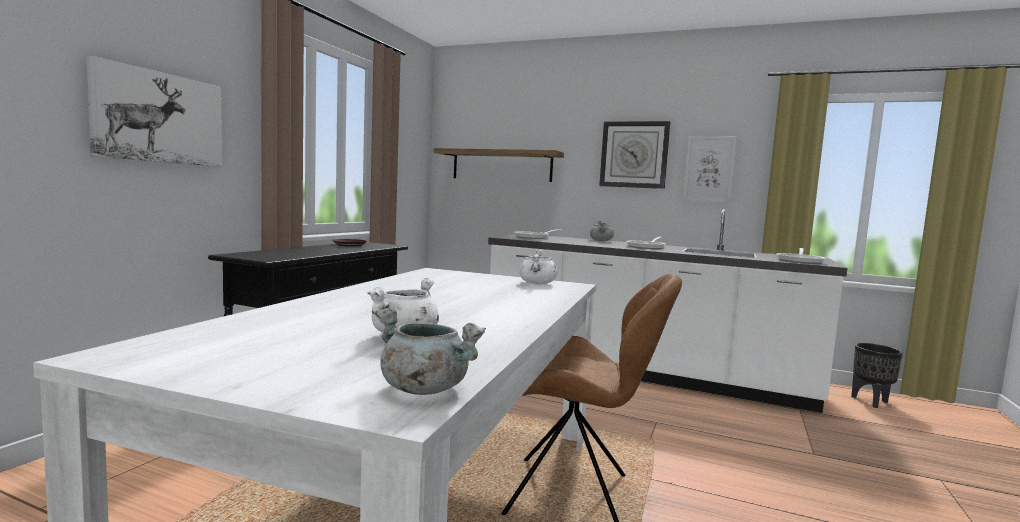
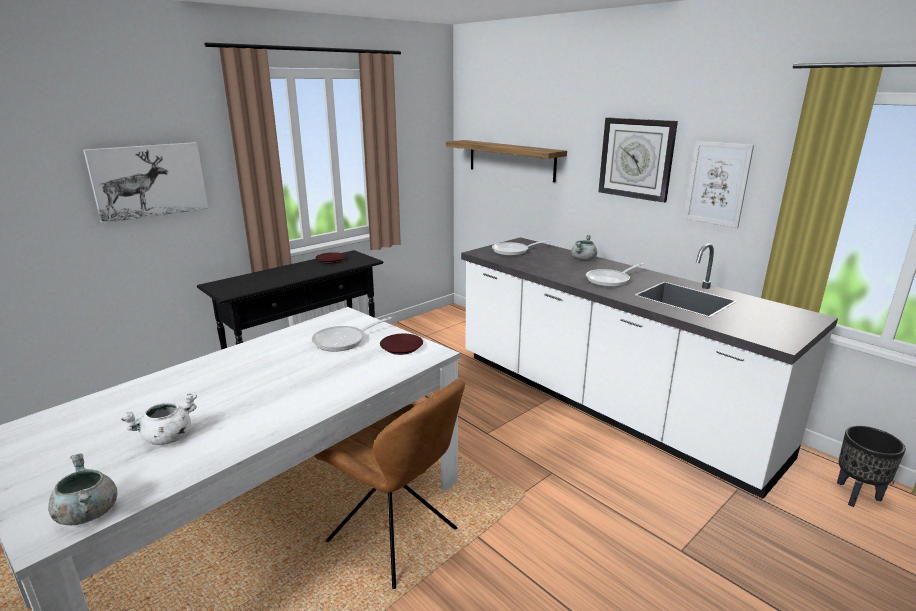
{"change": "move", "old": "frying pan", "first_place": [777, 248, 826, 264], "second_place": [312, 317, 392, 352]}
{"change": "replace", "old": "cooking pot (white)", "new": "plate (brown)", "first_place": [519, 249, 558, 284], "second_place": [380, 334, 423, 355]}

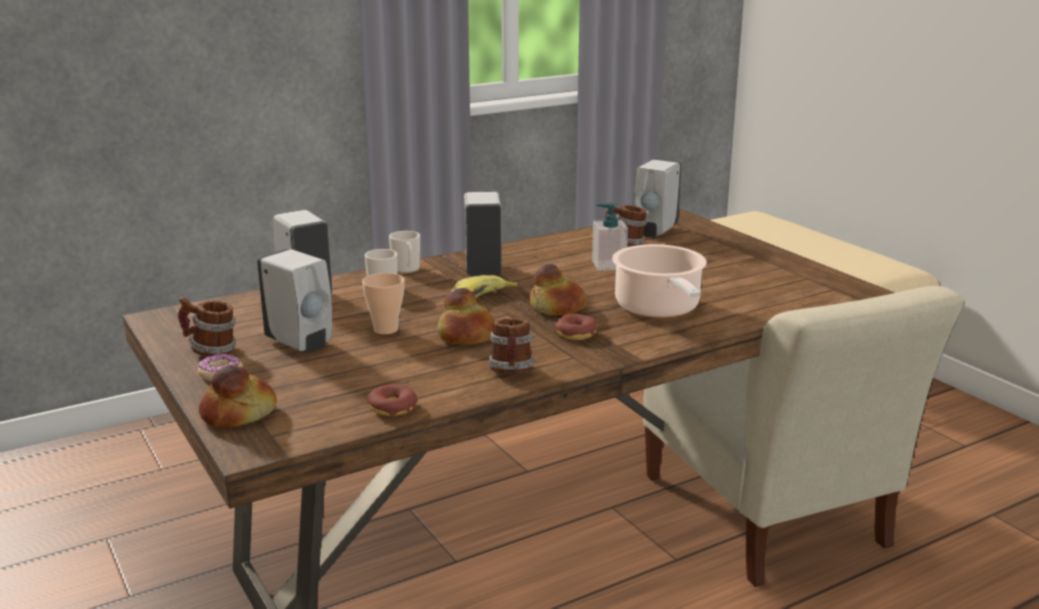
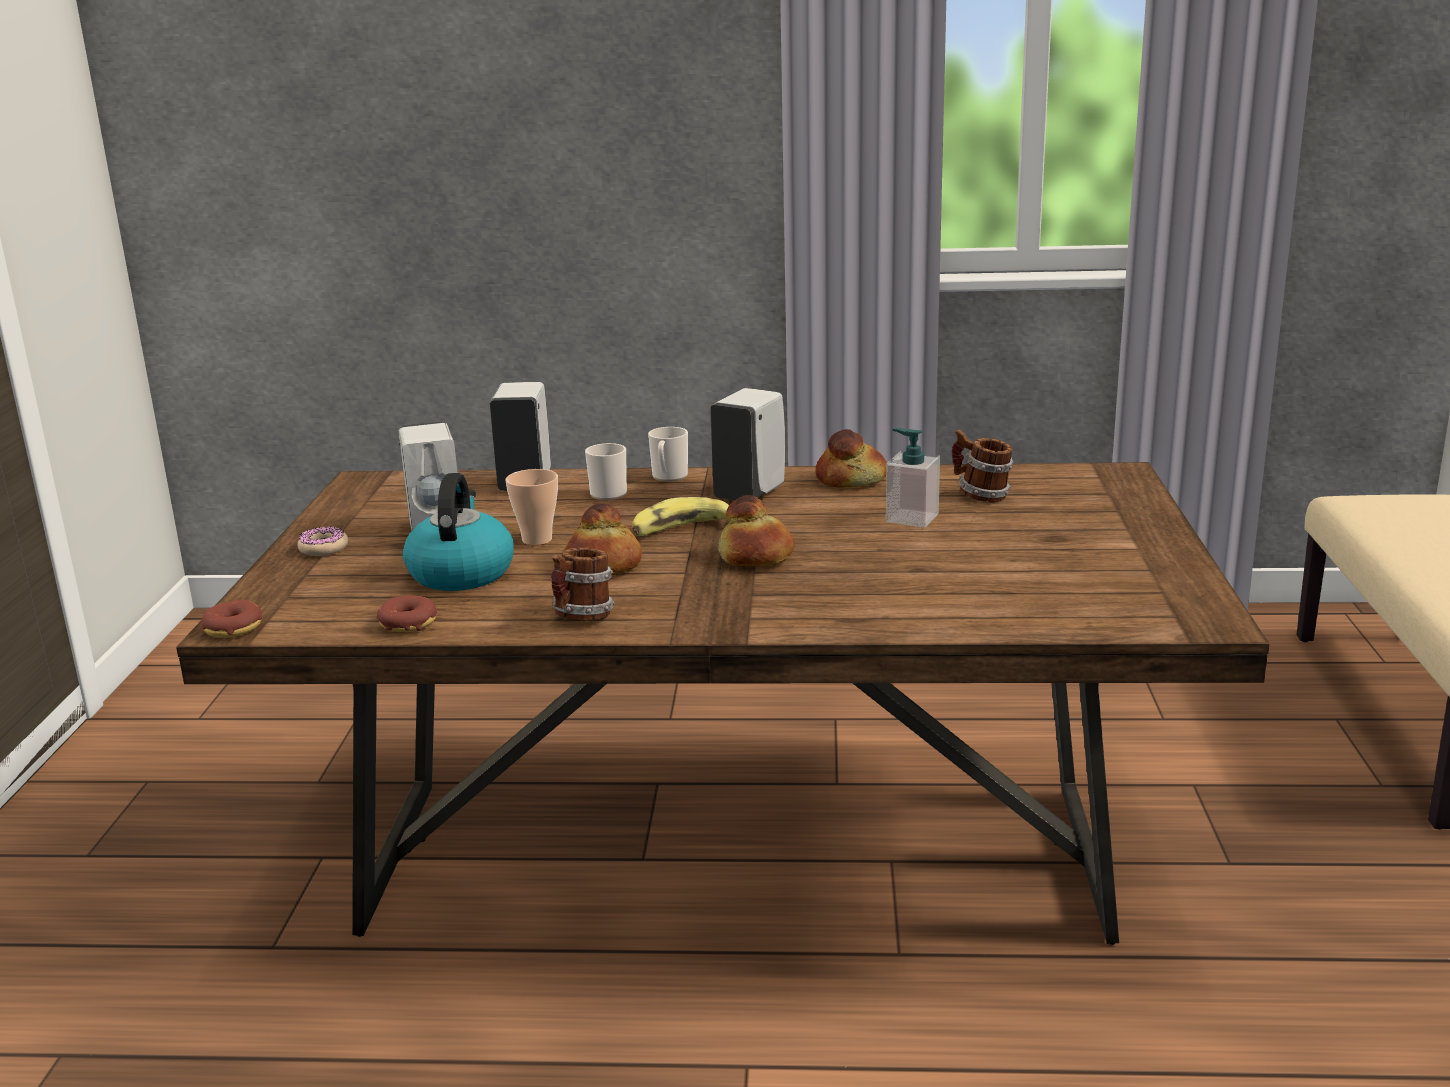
{"change": "delete", "old": "soap dispenser (white)", "first_place": [633, 159, 682, 238]}
{"change": "delete", "old": "cooking pot", "first_place": [612, 244, 707, 318]}
{"change": "delete", "old": "chair (beige)", "first_place": [643, 286, 963, 587]}
{"change": "delete", "old": "mug", "first_place": [178, 297, 236, 357]}
{"change": "move", "old": "donut", "first_place": [555, 314, 597, 340], "second_place": [201, 600, 262, 638]}
{"change": "move", "old": "bread", "first_place": [199, 365, 277, 428], "second_place": [815, 429, 887, 488]}
{"change": "insert", "new": "kettle", "second_place": [403, 473, 514, 591]}

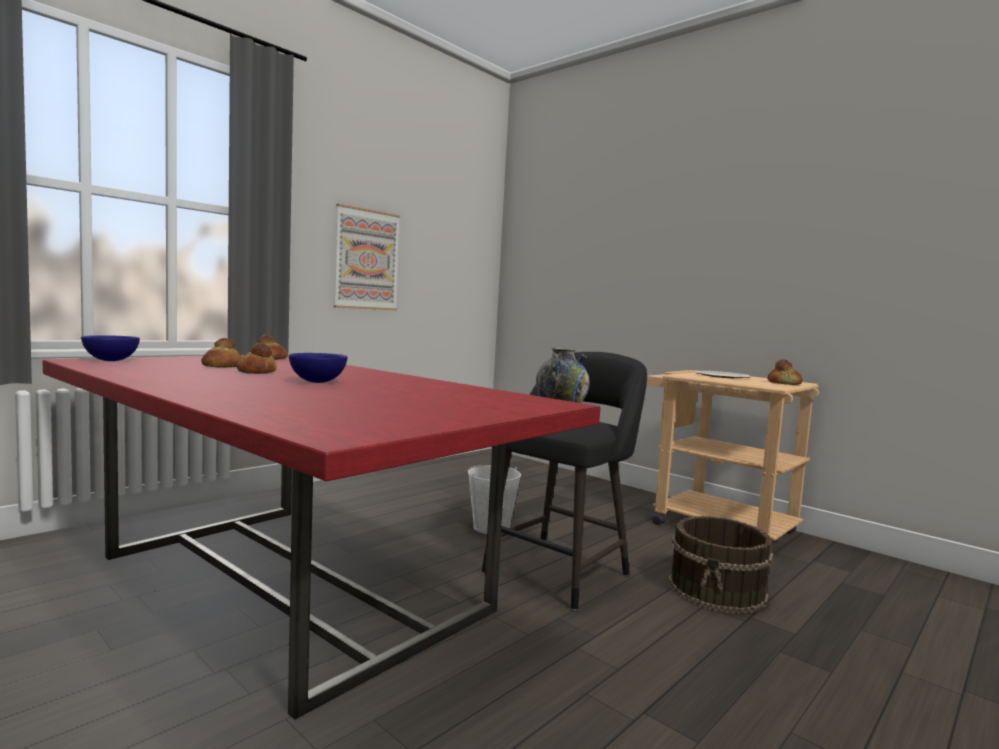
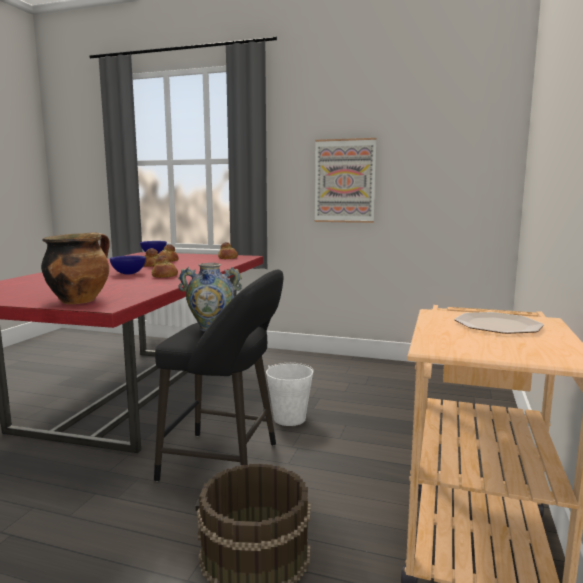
{"change": "move", "old": "bread", "first_place": [767, 360, 803, 385], "second_place": [152, 256, 178, 278]}
{"change": "insert", "new": "cooking pot", "second_place": [41, 232, 110, 304]}

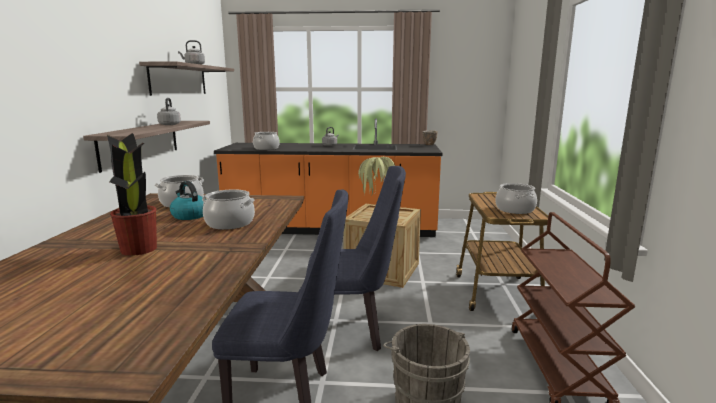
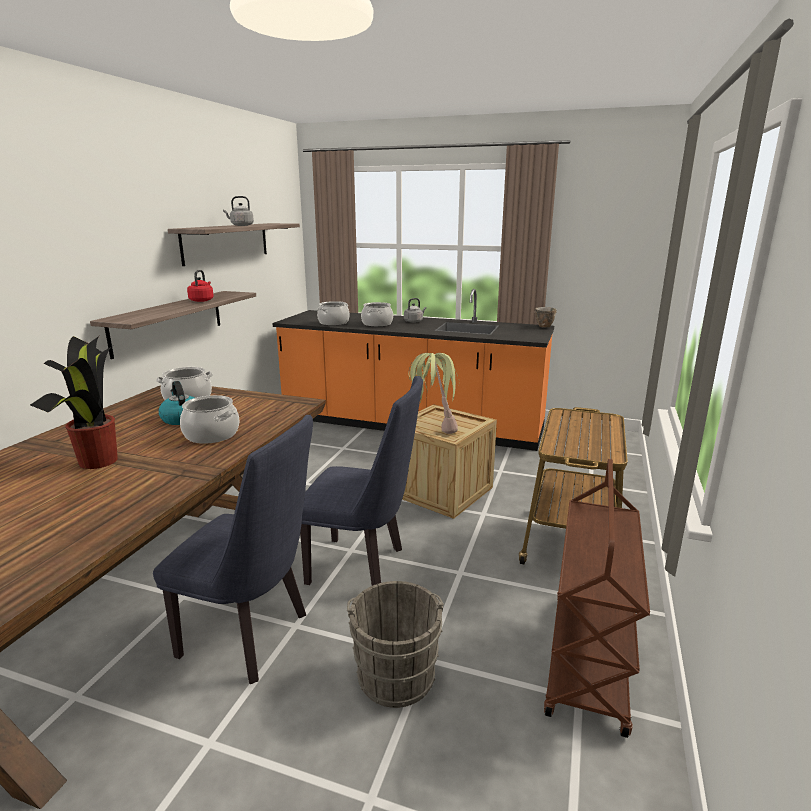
{"change": "recolor", "old": "kettle (grey)", "new": "kettle (red)", "first_place": [157, 98, 181, 125], "second_place": [187, 270, 214, 302]}
{"change": "move", "old": "cooking pot", "first_place": [495, 183, 537, 214], "second_place": [361, 302, 393, 327]}

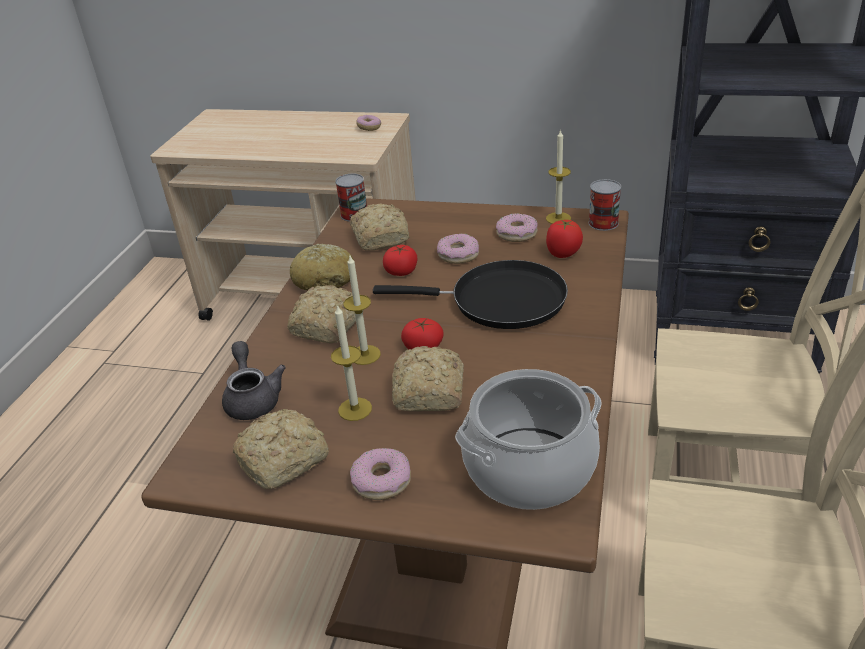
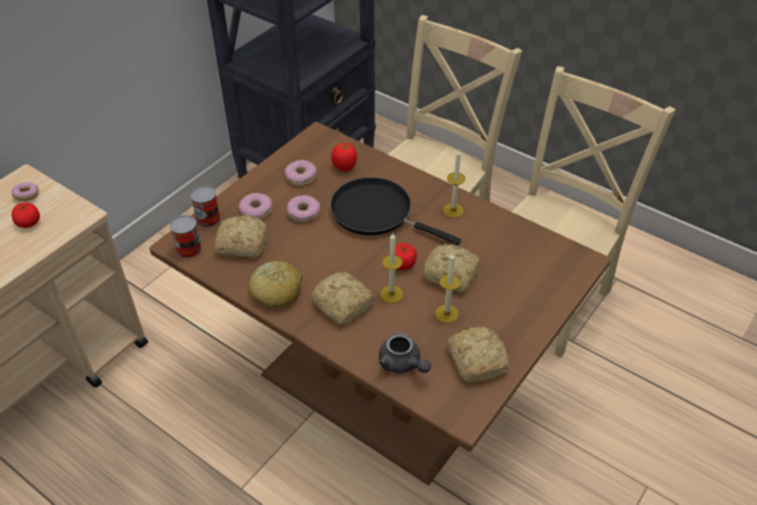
{"change": "move", "old": "candle", "first_place": [546, 129, 571, 224], "second_place": [443, 150, 466, 218]}
{"change": "move", "old": "can", "first_place": [589, 179, 621, 231], "second_place": [191, 186, 221, 228]}
{"change": "move", "old": "tomato", "first_place": [383, 245, 417, 276], "second_place": [12, 203, 40, 228]}
{"change": "rotate", "old": "frying pan (black)", "first_place": [373, 260, 568, 329], "second_place": [330, 177, 461, 245], "degrees": -90}
{"change": "rotate", "old": "teapot (grey)", "first_place": [222, 341, 286, 420], "second_place": [379, 333, 431, 373], "degrees": -135}
{"change": "delete", "old": "cooking pot", "first_place": [455, 369, 601, 510]}
{"change": "move", "old": "donut", "first_place": [350, 448, 411, 500], "second_place": [239, 193, 273, 220]}

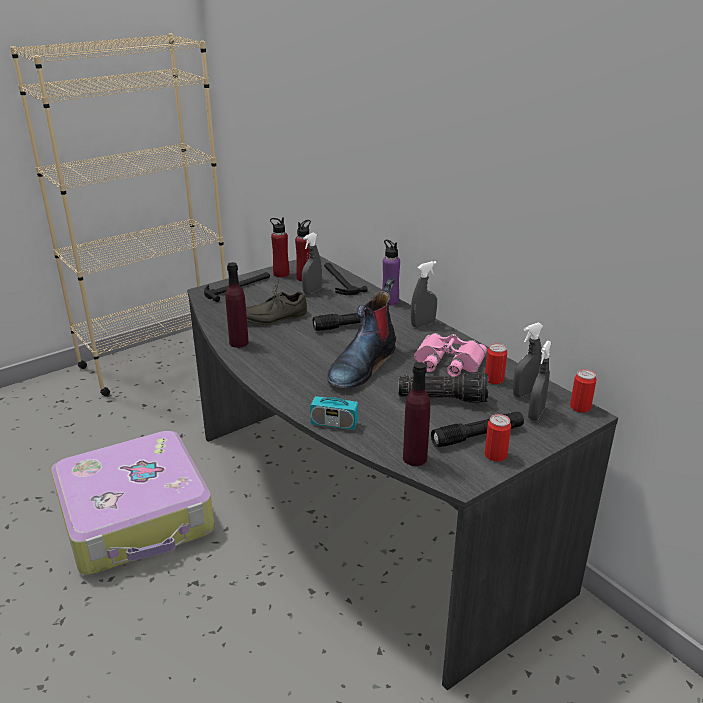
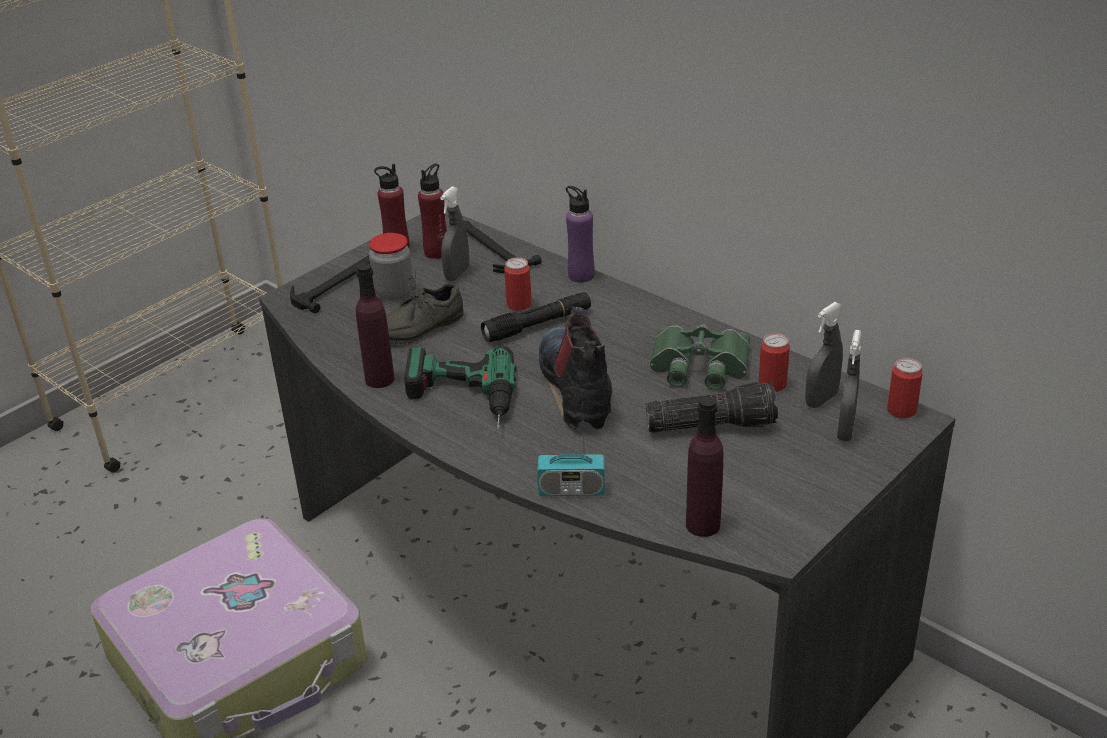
{"change": "delete", "old": "spray bottle (grey)", "first_place": [411, 261, 437, 328]}
{"change": "rotate", "old": "boot", "first_place": [327, 277, 396, 388], "second_place": [539, 307, 612, 430], "degrees": 150}
{"change": "recolor", "old": "binoculars (pink)", "new": "binoculars (green)", "first_place": [414, 333, 487, 377], "second_place": [650, 324, 750, 390]}
{"change": "delete", "old": "flashlight (black)", "first_place": [431, 412, 524, 447]}
{"change": "move", "old": "can", "first_place": [485, 414, 511, 462], "second_place": [504, 257, 532, 311]}
{"change": "insert", "new": "jar", "second_place": [369, 233, 414, 300]}
{"change": "insert", "new": "power drill", "second_place": [404, 346, 517, 430]}

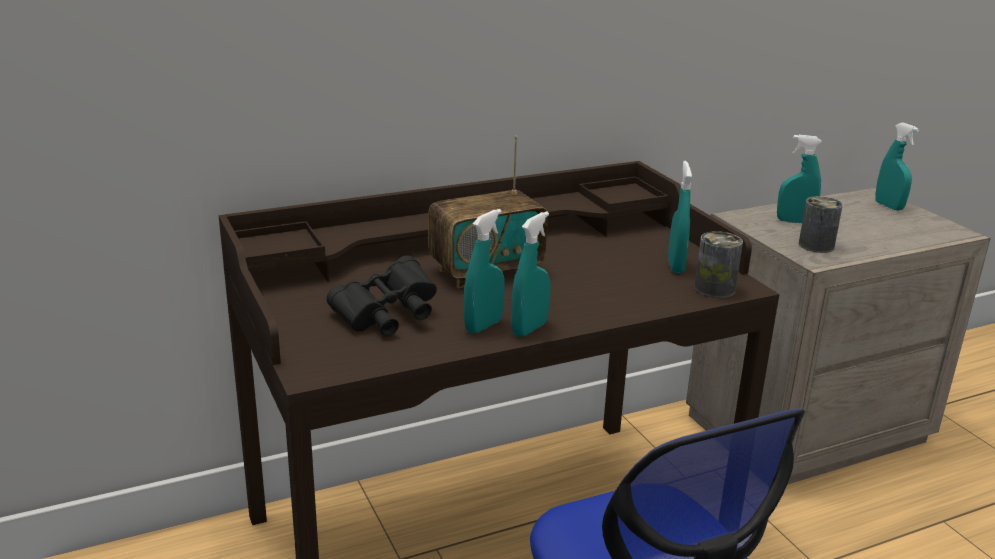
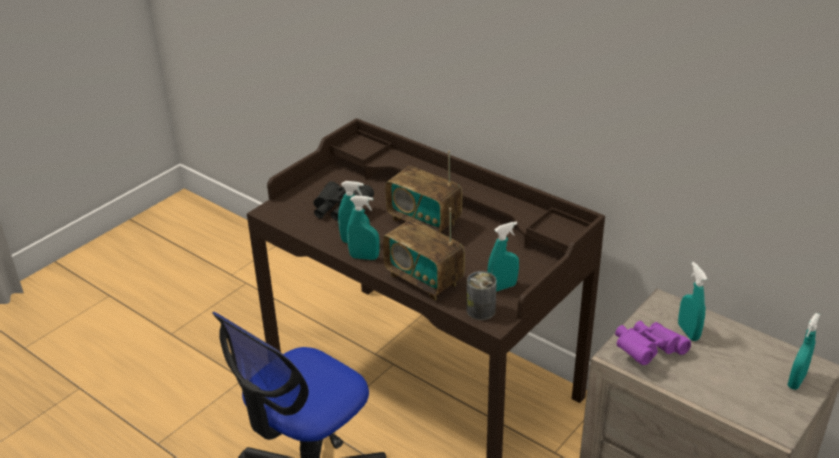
{"change": "replace", "old": "can", "new": "binoculars (purple)", "first_place": [799, 196, 843, 253], "second_place": [615, 321, 691, 365]}
{"change": "insert", "new": "radio", "second_place": [383, 208, 465, 300]}

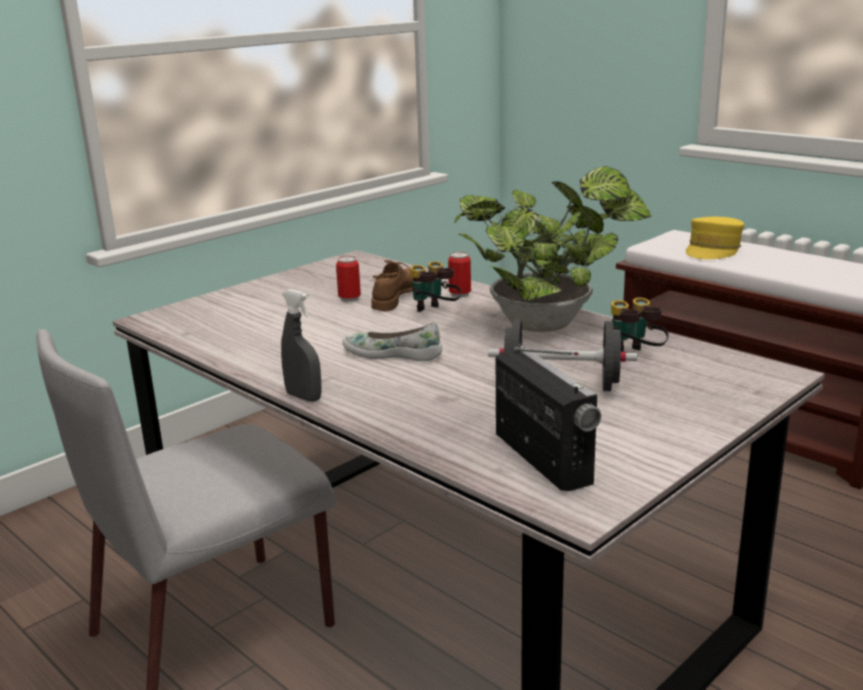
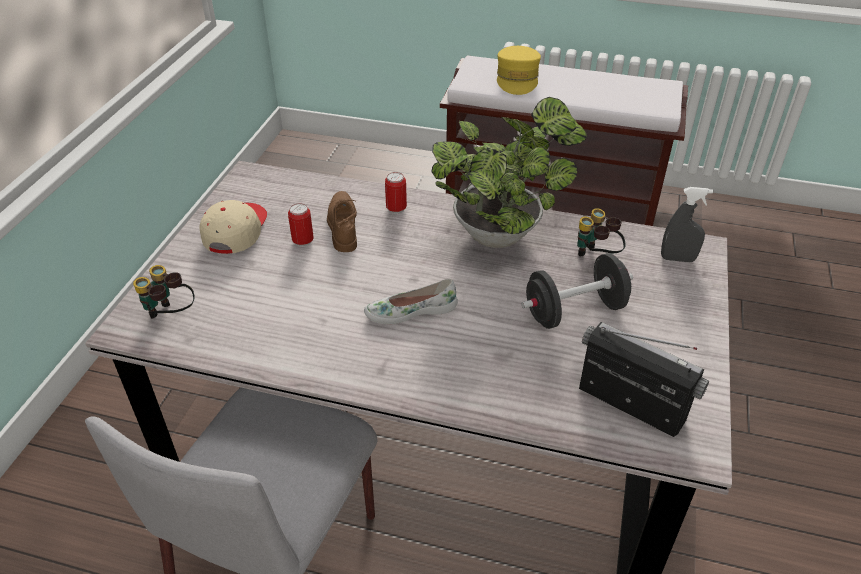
{"change": "move", "old": "binoculars", "first_place": [410, 261, 461, 312], "second_place": [133, 265, 194, 319]}
{"change": "move", "old": "spray bottle (grey)", "first_place": [281, 289, 322, 402], "second_place": [661, 187, 713, 262]}
{"change": "insert", "new": "cap (beige)", "second_place": [199, 200, 267, 254]}

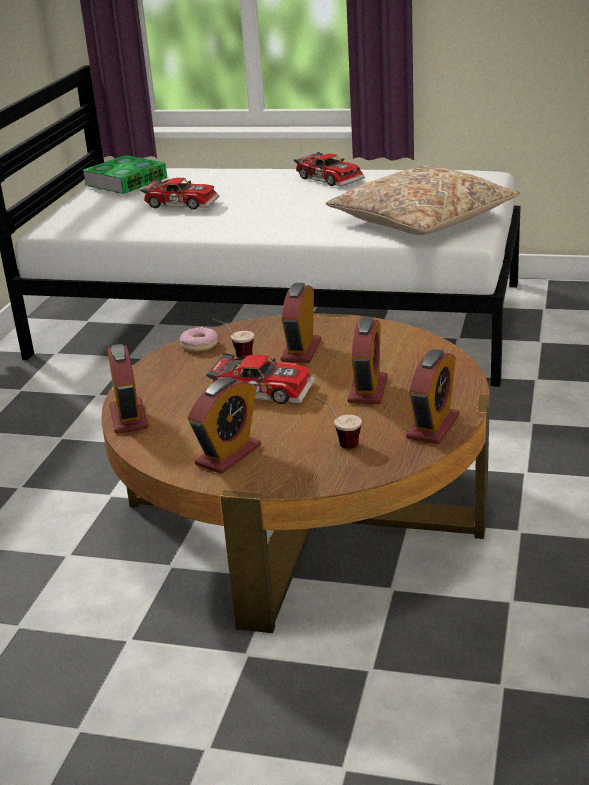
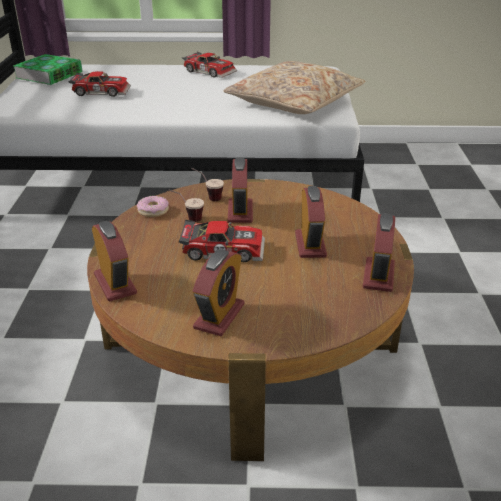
{"change": "move", "old": "cup", "first_place": [315, 397, 362, 449], "second_place": [192, 168, 224, 201]}

